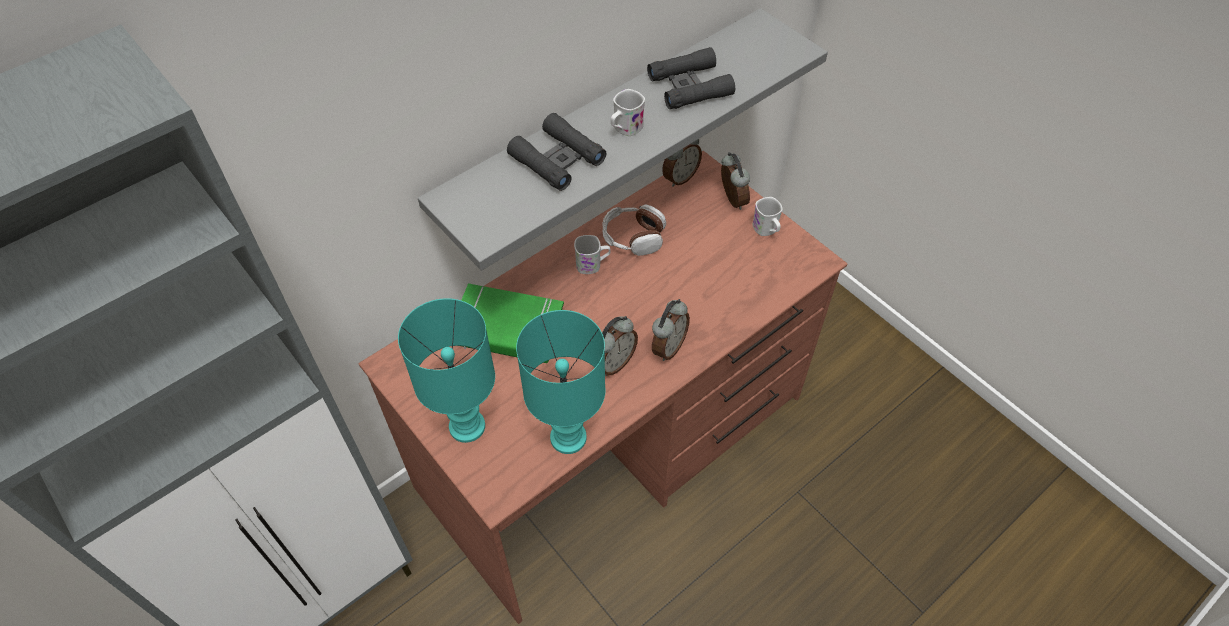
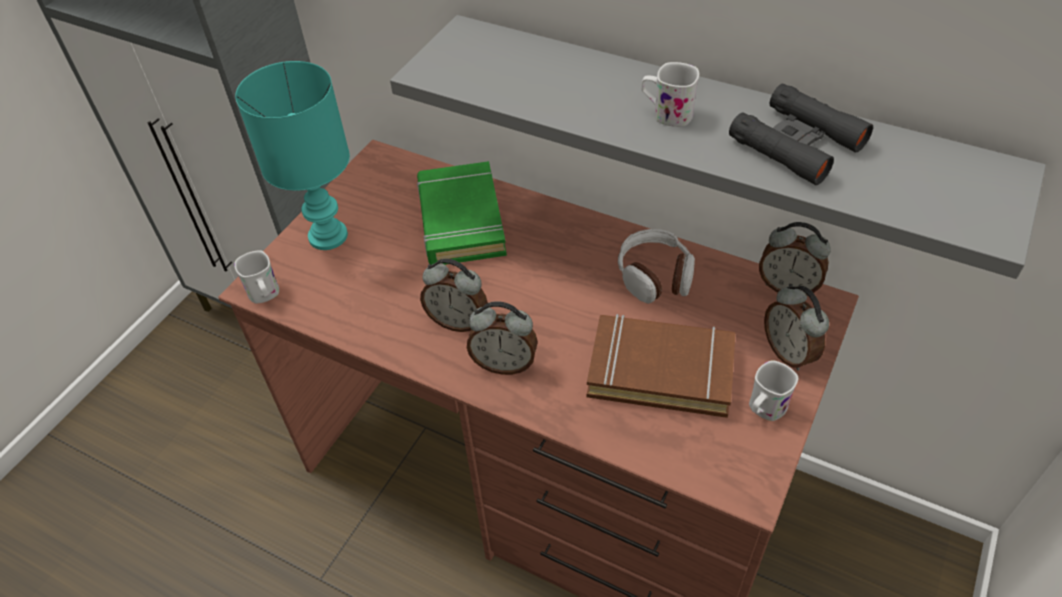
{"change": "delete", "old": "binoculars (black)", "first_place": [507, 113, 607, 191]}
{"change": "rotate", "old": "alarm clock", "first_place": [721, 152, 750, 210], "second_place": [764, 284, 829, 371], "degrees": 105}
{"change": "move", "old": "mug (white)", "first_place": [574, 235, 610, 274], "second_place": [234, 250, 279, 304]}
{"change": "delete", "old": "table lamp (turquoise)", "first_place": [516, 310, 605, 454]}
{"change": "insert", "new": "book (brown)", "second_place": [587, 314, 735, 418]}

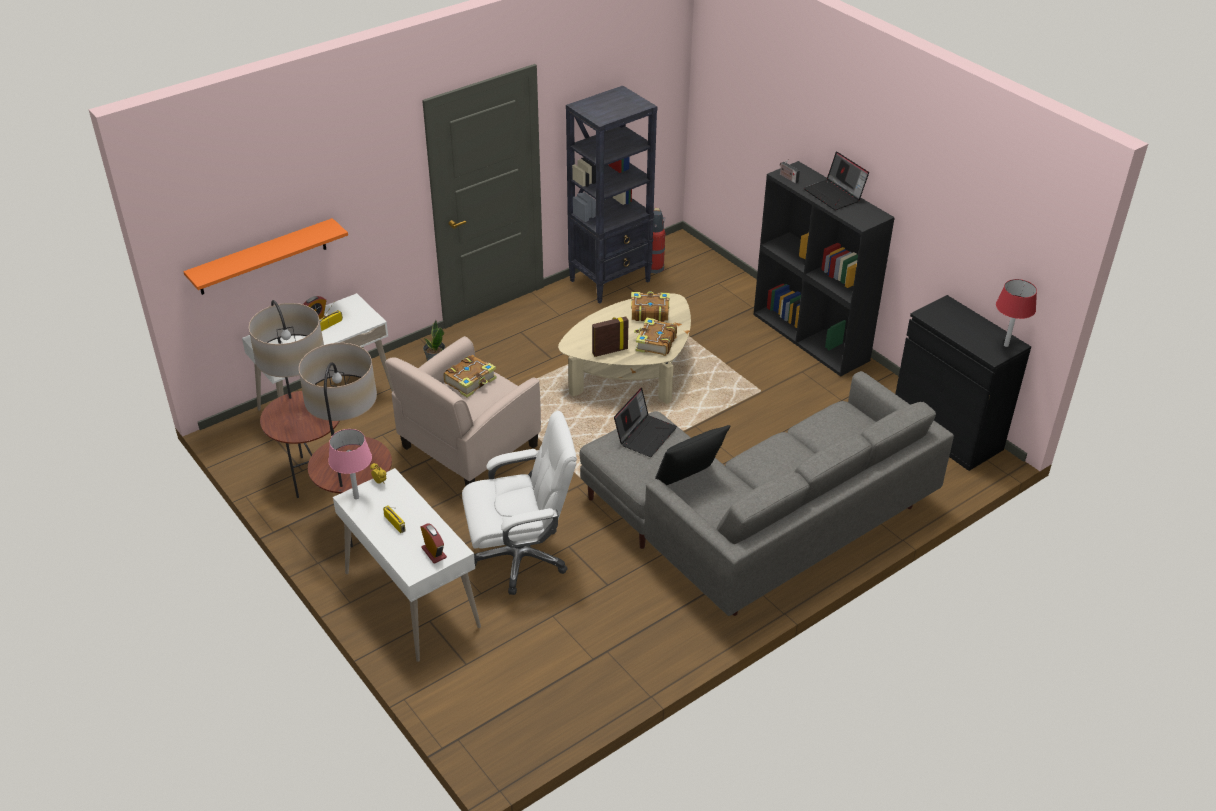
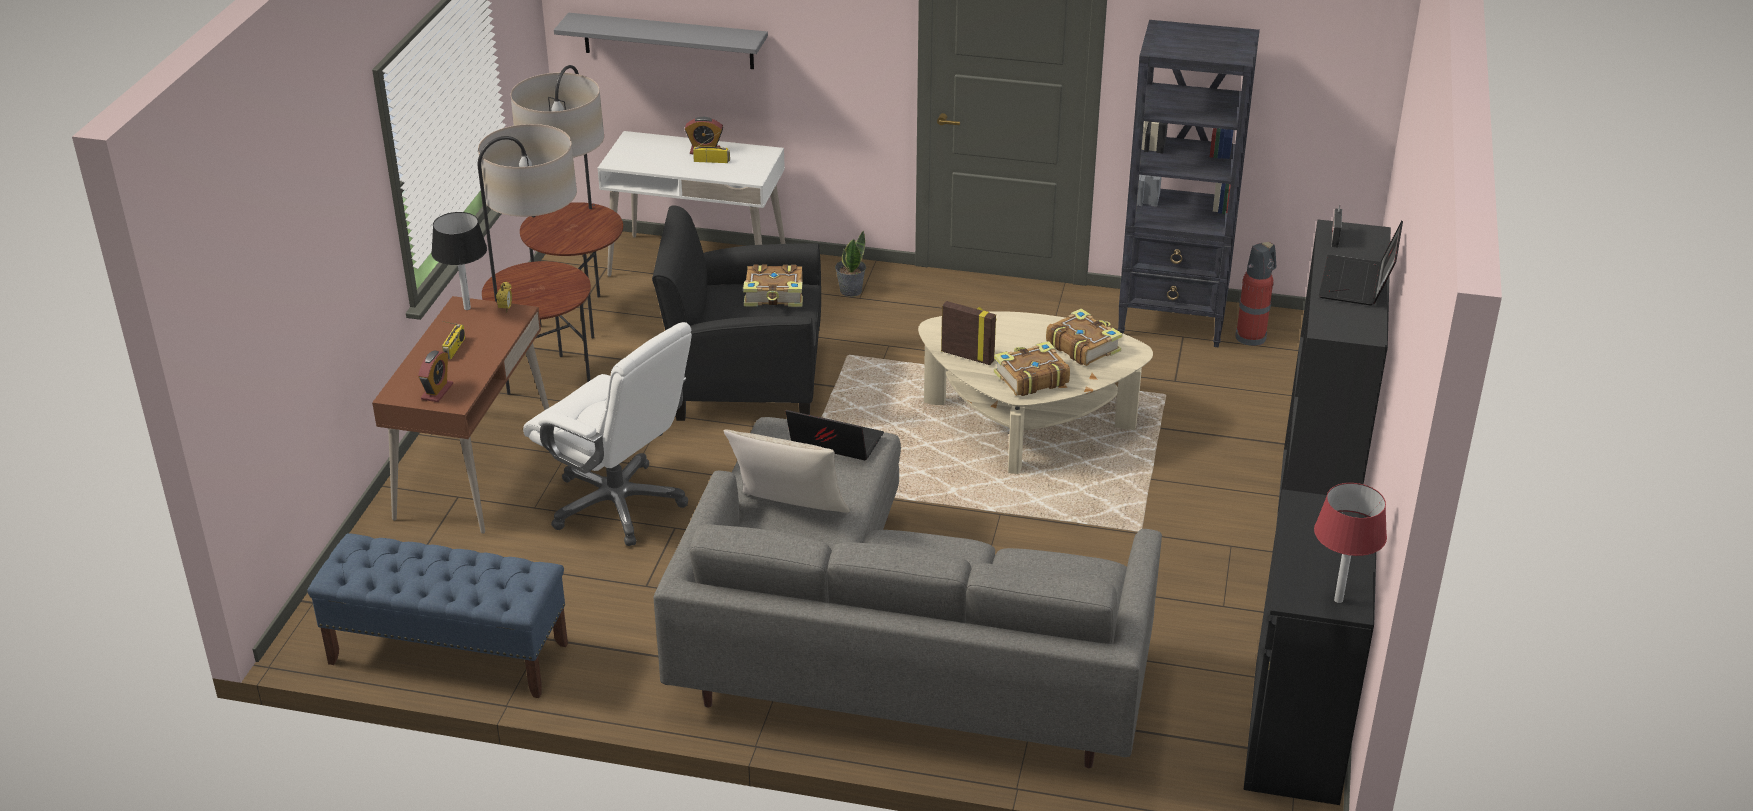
{"change": "recolor", "old": "shelf (orange)", "new": "shelf (grey)", "first_place": [183, 218, 348, 295], "second_place": [554, 13, 768, 69]}
{"change": "recolor", "old": "armchair (beige)", "new": "armchair (black)", "first_place": [385, 336, 541, 486], "second_place": [652, 205, 821, 421]}
{"change": "rotate", "old": "laptop", "first_place": [614, 388, 677, 457], "second_place": [785, 410, 884, 460], "degrees": -150}
{"change": "recolor", "old": "pillow (black)", "new": "pillow (beige)", "first_place": [655, 425, 730, 485], "second_place": [724, 429, 850, 513]}
{"change": "recolor", "old": "table lamp (pink)", "new": "table lamp (black)", "first_place": [328, 429, 372, 499], "second_place": [431, 212, 487, 310]}
{"change": "recolor", "old": "desk (white)", "new": "desk (brown)", "first_place": [333, 468, 481, 662], "second_place": [372, 296, 549, 534]}
{"change": "insert", "new": "bench (blue)", "second_place": [307, 533, 568, 698]}

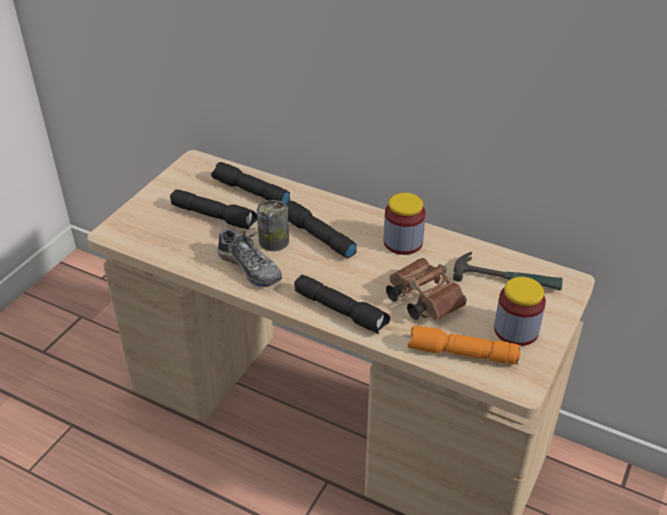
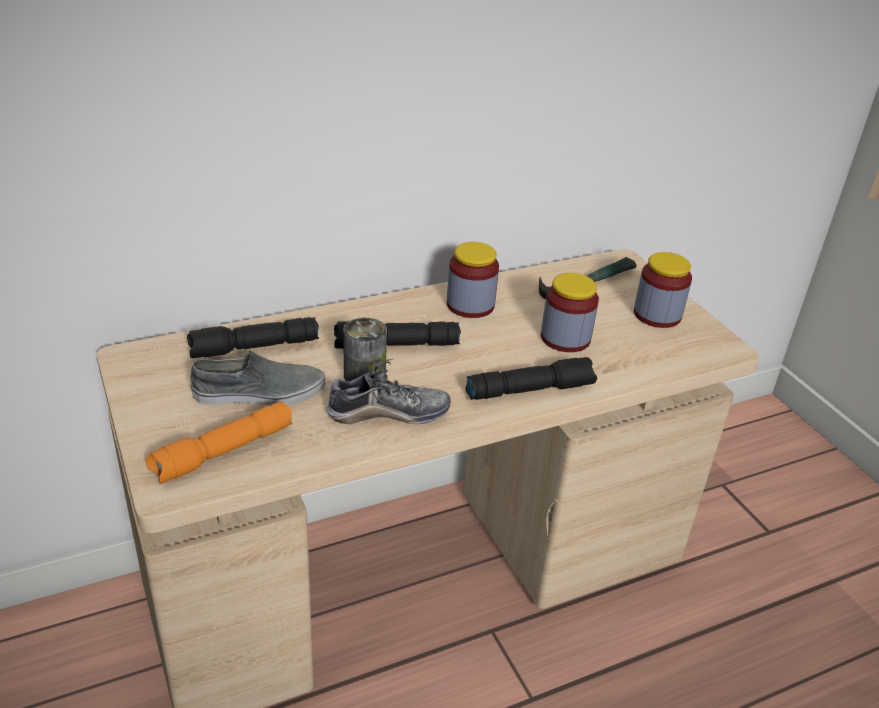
{"change": "replace", "old": "flashlight (black)", "new": "shoe (grey)", "first_place": [170, 189, 257, 230], "second_place": [191, 350, 325, 406]}
{"change": "replace", "old": "binoculars (brown)", "new": "jar", "first_place": [386, 258, 467, 320], "second_place": [541, 273, 599, 352]}
{"change": "move", "old": "flashlight (orange)", "first_place": [408, 326, 521, 364], "second_place": [145, 401, 293, 484]}

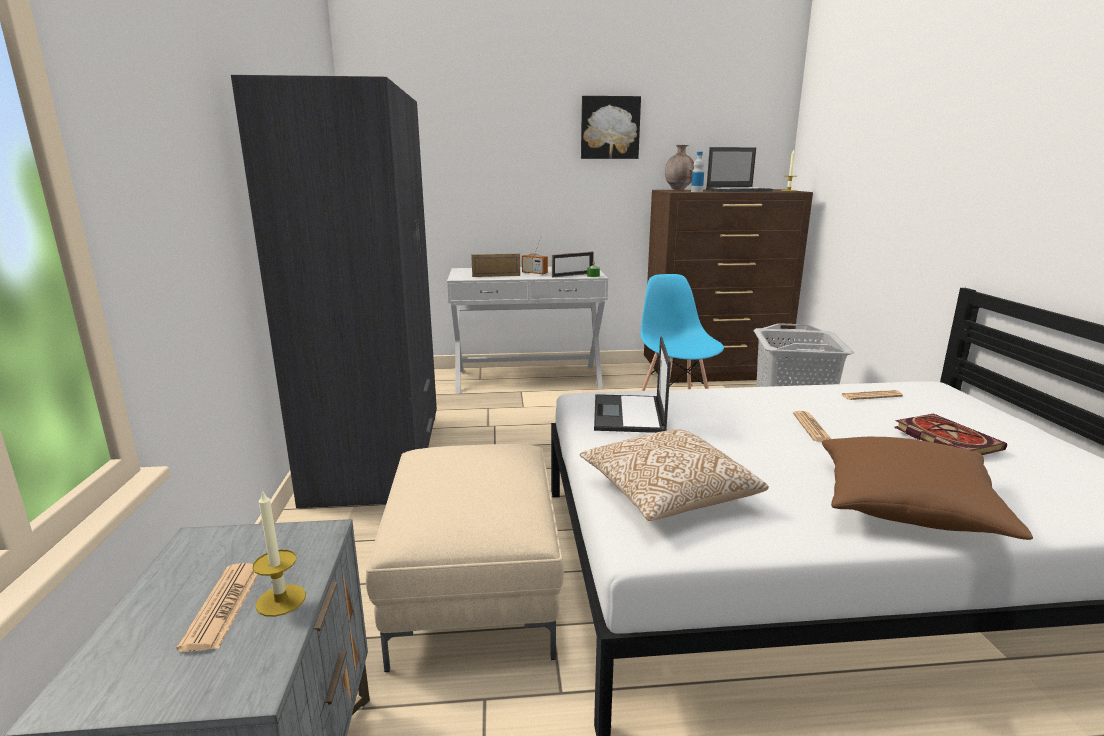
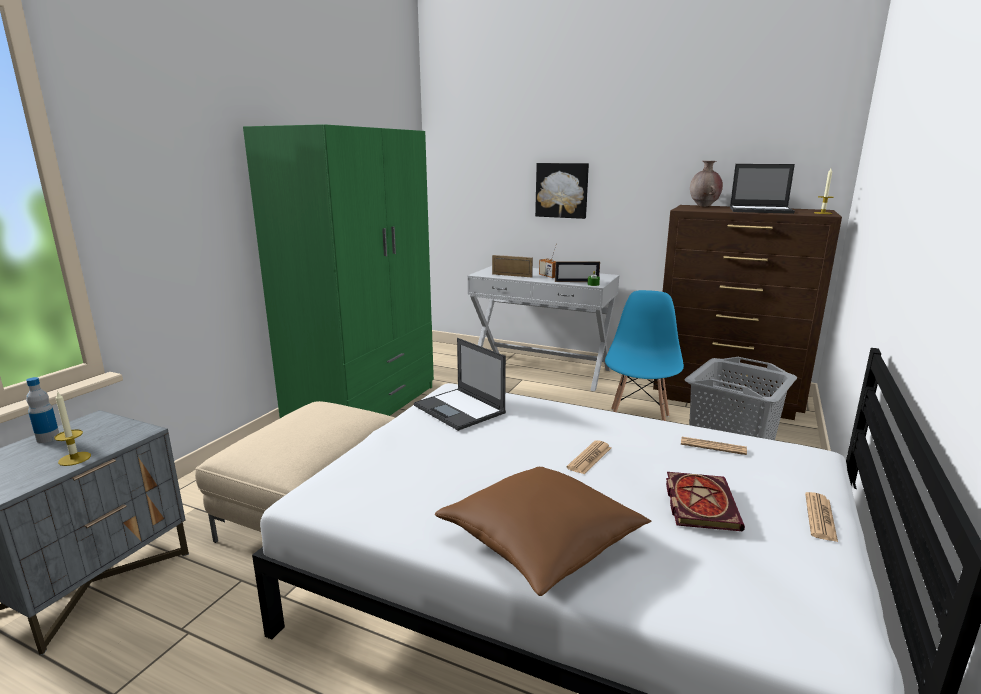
{"change": "recolor", "old": "wardrobe (grey)", "new": "wardrobe (green)", "first_place": [231, 75, 437, 508], "second_place": [243, 124, 434, 418]}
{"change": "move", "old": "picture", "first_place": [581, 96, 641, 159], "second_place": [535, 163, 589, 219]}
{"change": "move", "old": "bottle", "first_place": [691, 152, 704, 192], "second_place": [26, 377, 59, 443]}
{"change": "rotate", "old": "laptop", "first_place": [594, 336, 671, 433], "second_place": [414, 338, 506, 431], "degrees": -75}
{"change": "delete", "old": "pillow", "first_place": [580, 429, 769, 521]}
{"change": "move", "old": "newspaper", "first_place": [177, 563, 259, 652], "second_place": [805, 492, 838, 542]}

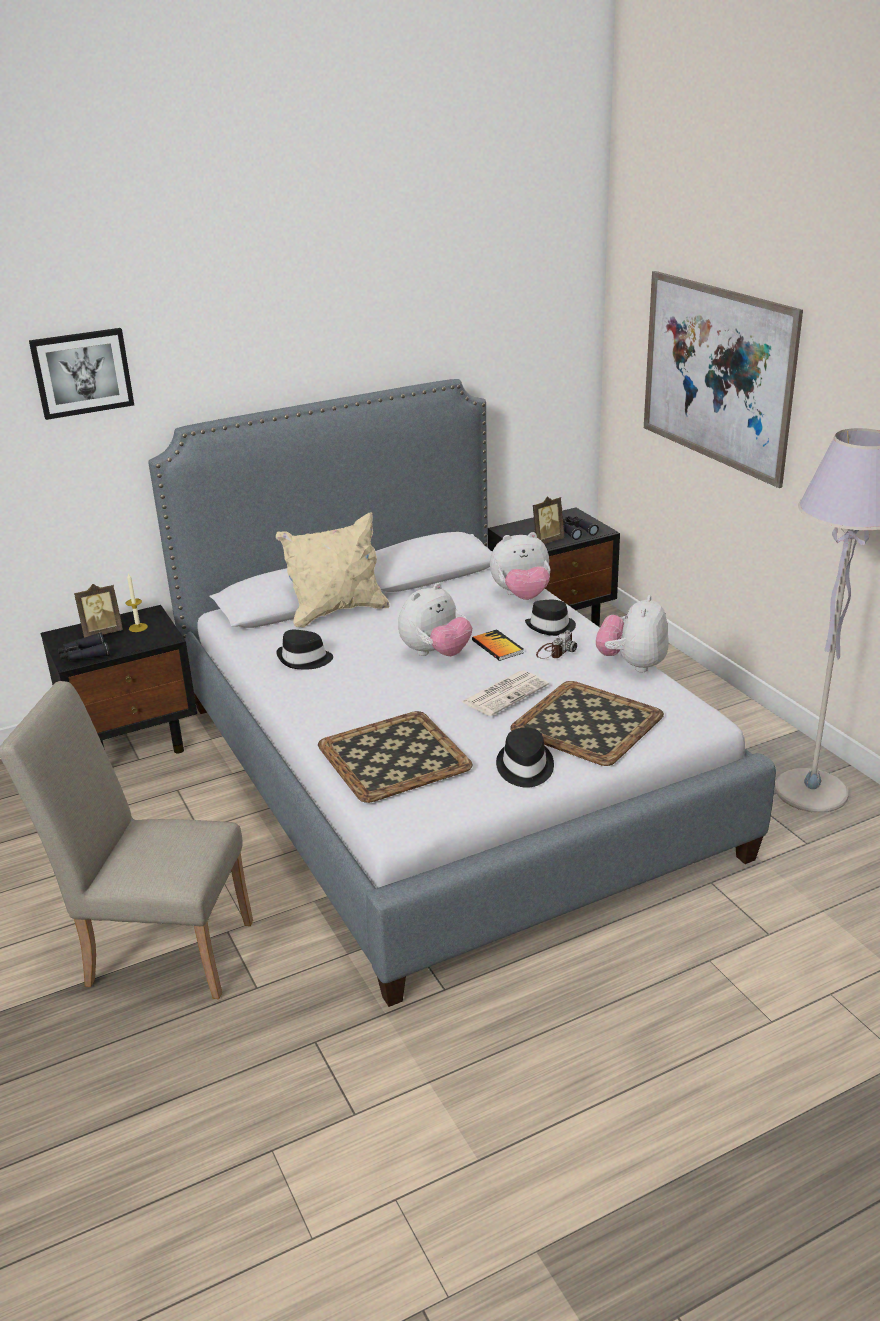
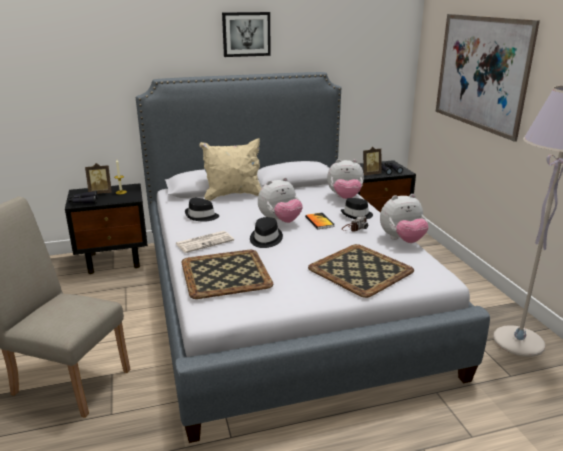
{"change": "move", "old": "picture", "first_place": [29, 328, 134, 420], "second_place": [222, 12, 271, 57]}
{"change": "rotate", "old": "plush toy", "first_place": [596, 595, 669, 672], "second_place": [380, 194, 429, 243], "degrees": -135}
{"change": "move", "old": "newspaper", "first_place": [462, 670, 549, 716], "second_place": [175, 231, 234, 253]}
{"change": "move", "old": "hat (black)", "first_place": [496, 728, 554, 788], "second_place": [250, 217, 283, 248]}

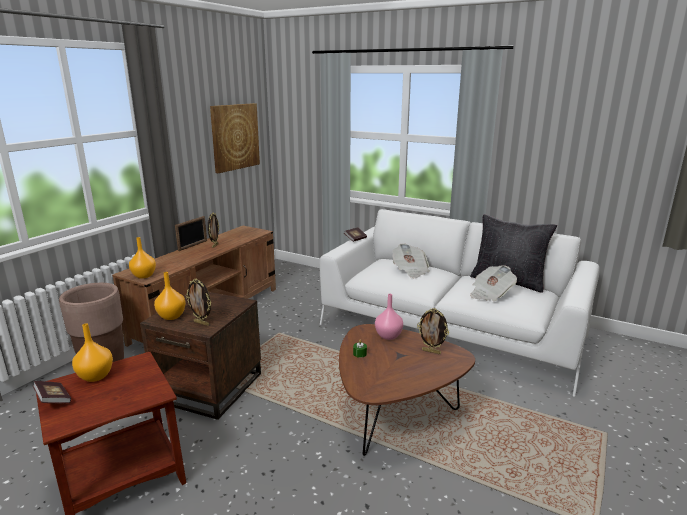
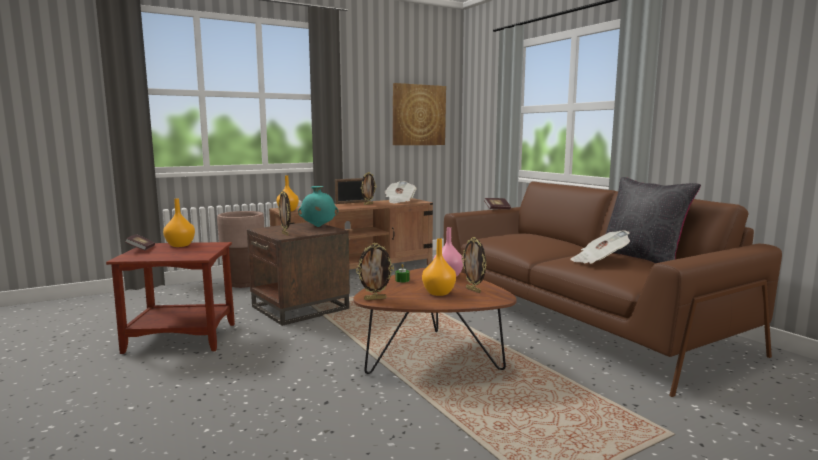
{"change": "recolor", "old": "sofa (white)", "new": "sofa (brown)", "first_place": [320, 209, 600, 397], "second_place": [444, 182, 782, 397]}
{"change": "move", "old": "newspaper", "first_place": [392, 243, 430, 278], "second_place": [385, 181, 417, 203]}
{"change": "move", "old": "vase (orange)", "first_place": [154, 272, 186, 320], "second_place": [422, 238, 456, 296]}
{"change": "insert", "new": "vase (turquoise)", "second_place": [298, 186, 338, 227]}
{"change": "insert", "new": "picture frame", "second_place": [356, 243, 394, 300]}

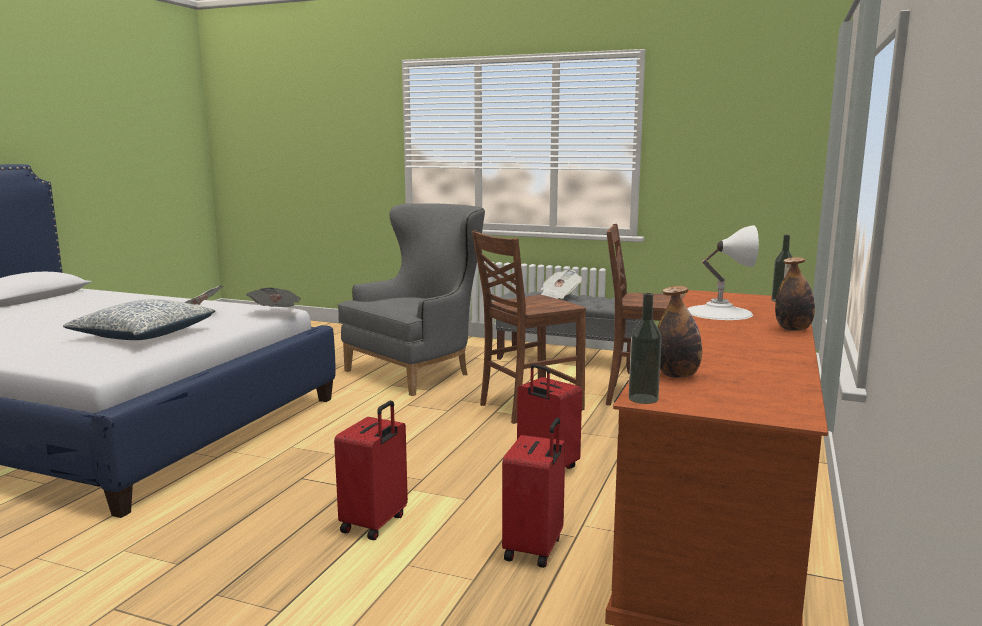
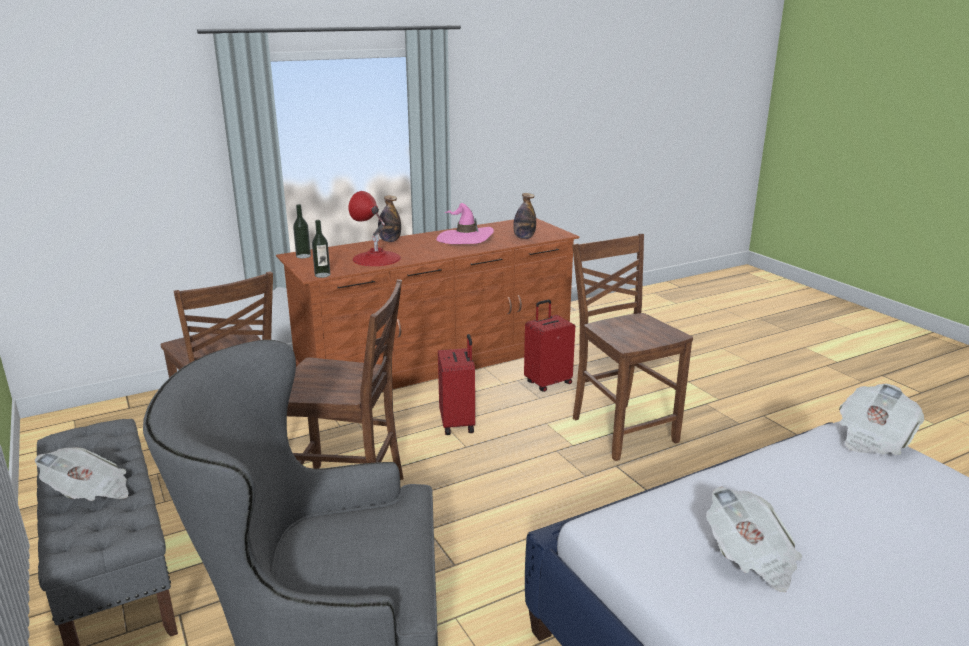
{"change": "recolor", "old": "table lamp (white)", "new": "table lamp (red)", "first_place": [688, 225, 759, 320], "second_place": [349, 191, 401, 266]}
{"change": "move", "old": "newspaper", "first_place": [246, 288, 301, 307], "second_place": [839, 384, 924, 455]}
{"change": "move", "old": "bottle", "first_place": [629, 293, 662, 404], "second_place": [312, 220, 330, 278]}
{"change": "delete", "old": "pillow", "first_place": [63, 299, 215, 340]}
{"change": "replace", "old": "suitcase (red)", "new": "chair (brown)", "first_place": [334, 401, 408, 540], "second_place": [572, 234, 693, 461]}
{"change": "insert", "new": "hat (pink)", "second_place": [437, 203, 494, 244]}

